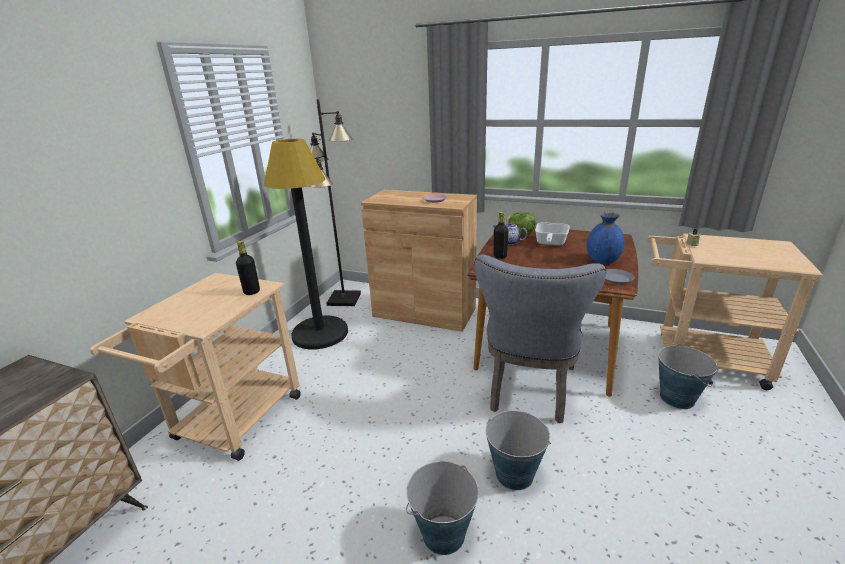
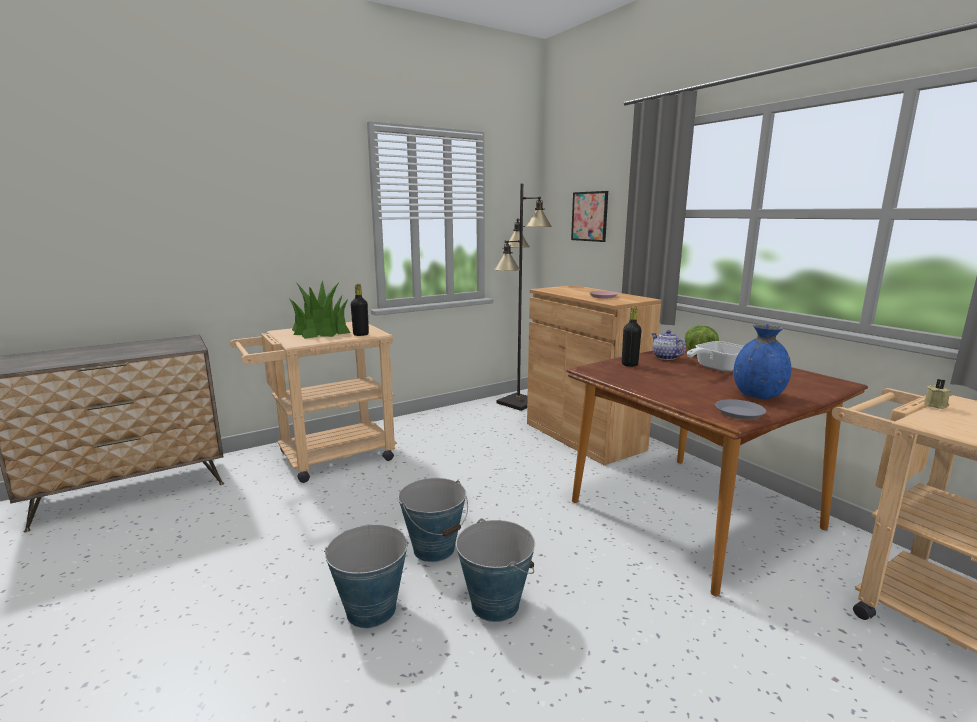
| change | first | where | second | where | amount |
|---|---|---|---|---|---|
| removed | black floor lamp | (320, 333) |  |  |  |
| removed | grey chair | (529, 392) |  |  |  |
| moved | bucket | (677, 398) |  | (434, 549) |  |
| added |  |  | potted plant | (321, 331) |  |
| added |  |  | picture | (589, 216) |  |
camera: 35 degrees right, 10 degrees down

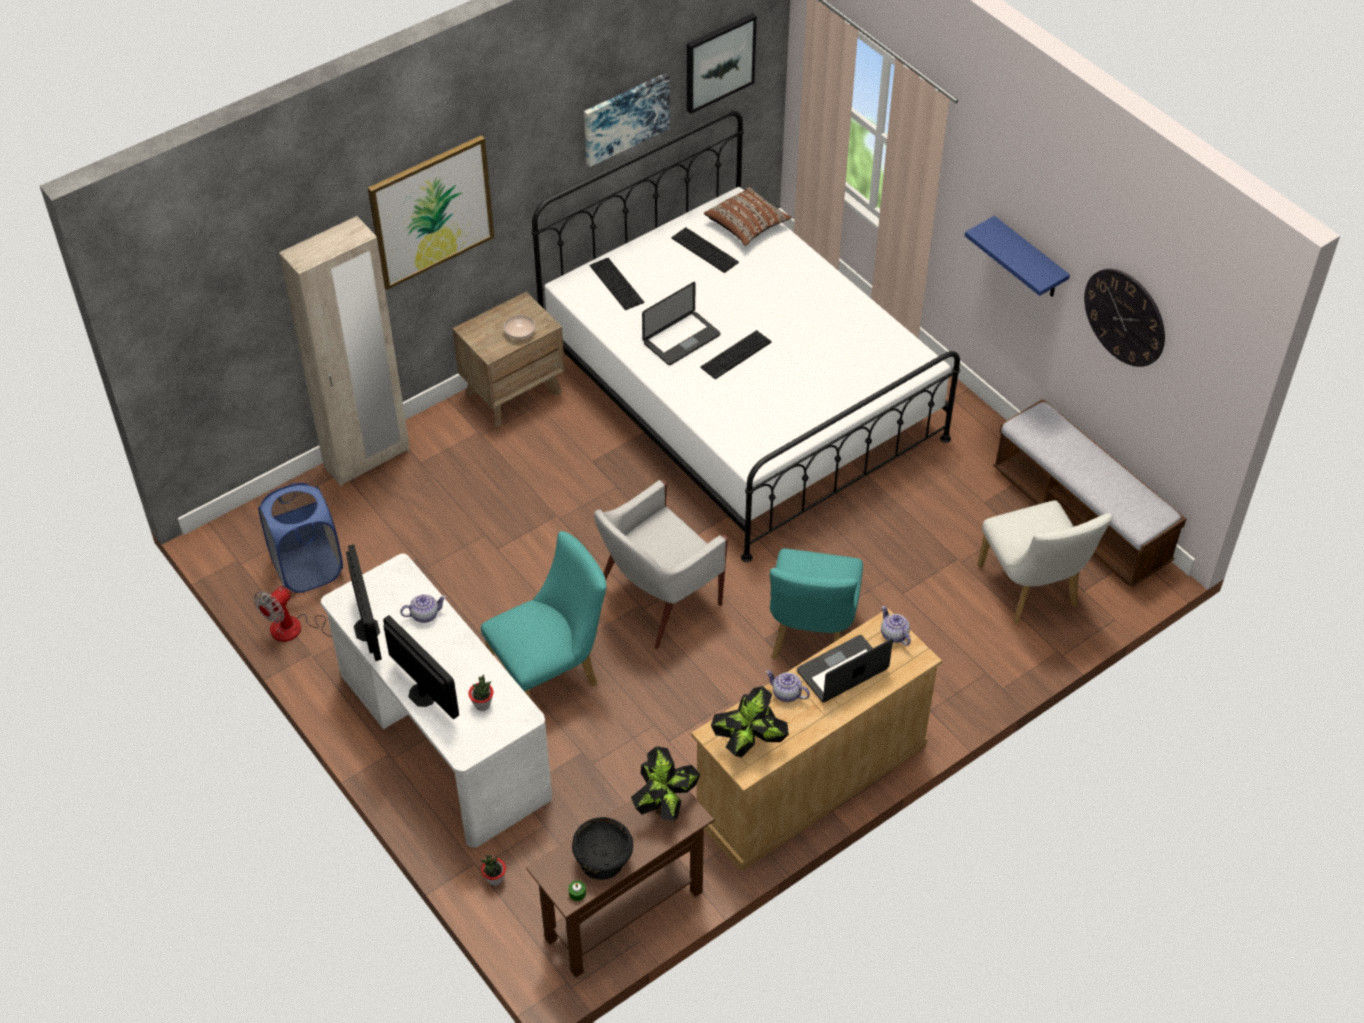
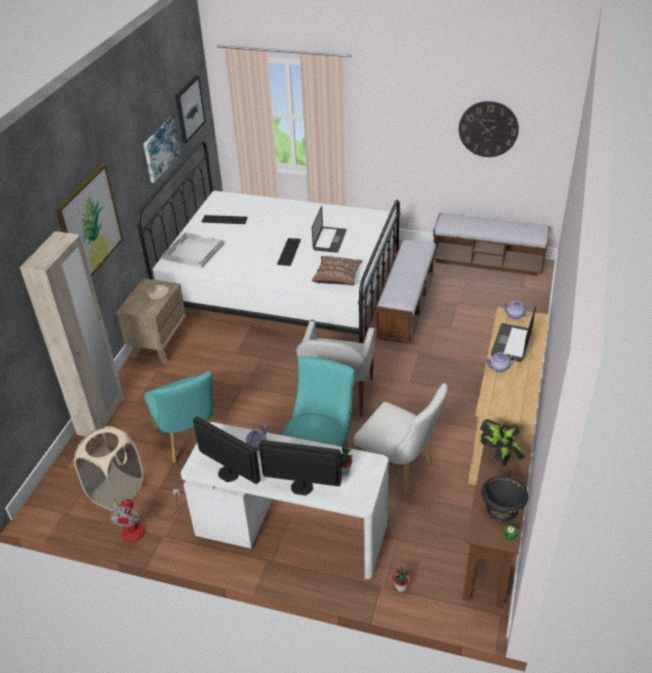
| change | first | where | second | where | amount |
|---|---|---|---|---|---|
| recoloured | blue laundry basket | (308, 568) | beige laundry basket | (116, 491) |  |
| replaced | keyboard | (616, 284) | white tray | (193, 251) |  |
| moved | laptop | (681, 339) |  | (329, 240) |  |
| moved | brown pillow | (747, 225) |  | (337, 278) |  |
| removed | potted plant | (749, 743) |  |  |  |
| moved | turquoise chair | (810, 638) |  | (188, 440) |  |
| removed | blue shelf | (1029, 259) |  |  |  |
| moved | white chair | (1032, 592) |  | (399, 468) |  |
| added |  |  | bench | (406, 307) |  |
camera: 35 degrees left, 10 degrees down

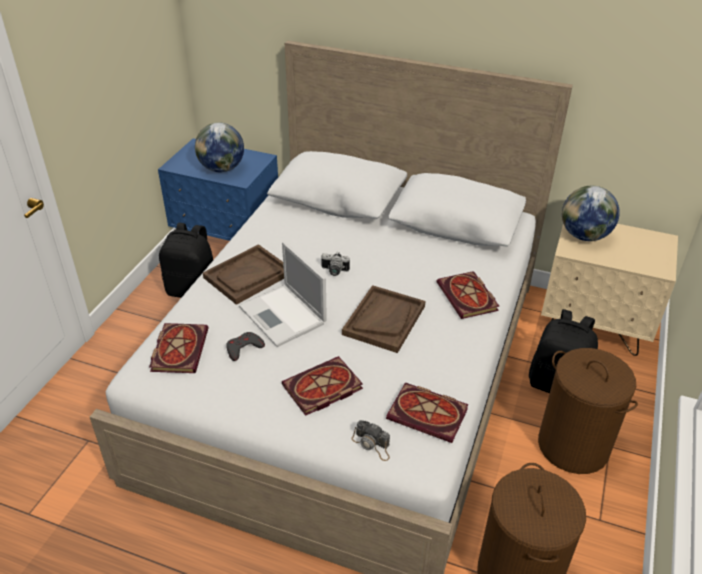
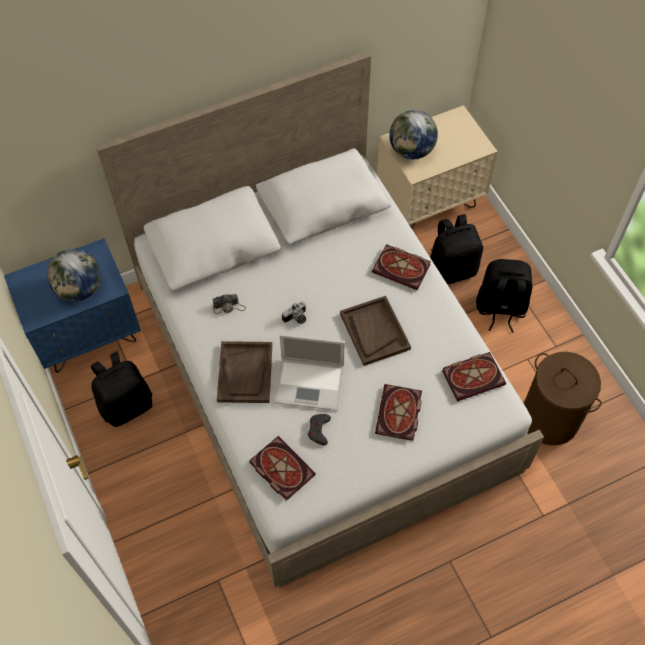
| change | first | where | second | where | amount |
|---|---|---|---|---|---|
| moved | photo camera | (372, 445) |  | (229, 307) |  |
| replaced | brown laundry basket | (572, 445) | black backpack | (500, 308) |  |
camera: 45 degrees left, 20 degrees up

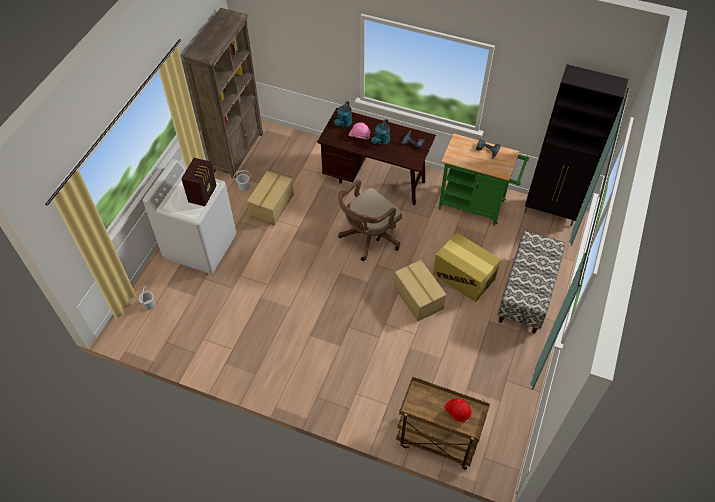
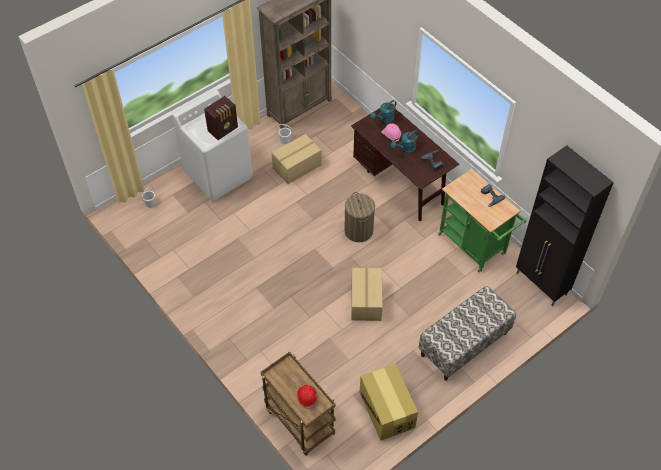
| change | first | where | second | where | amount |
|---|---|---|---|---|---|
| replaced | brown office chair | (368, 238) | laundry basket | (358, 231) |  |
| moved | cardboard box | (464, 277) |  | (387, 410) |  |
camera: 30 degrees right, 0 degrees up

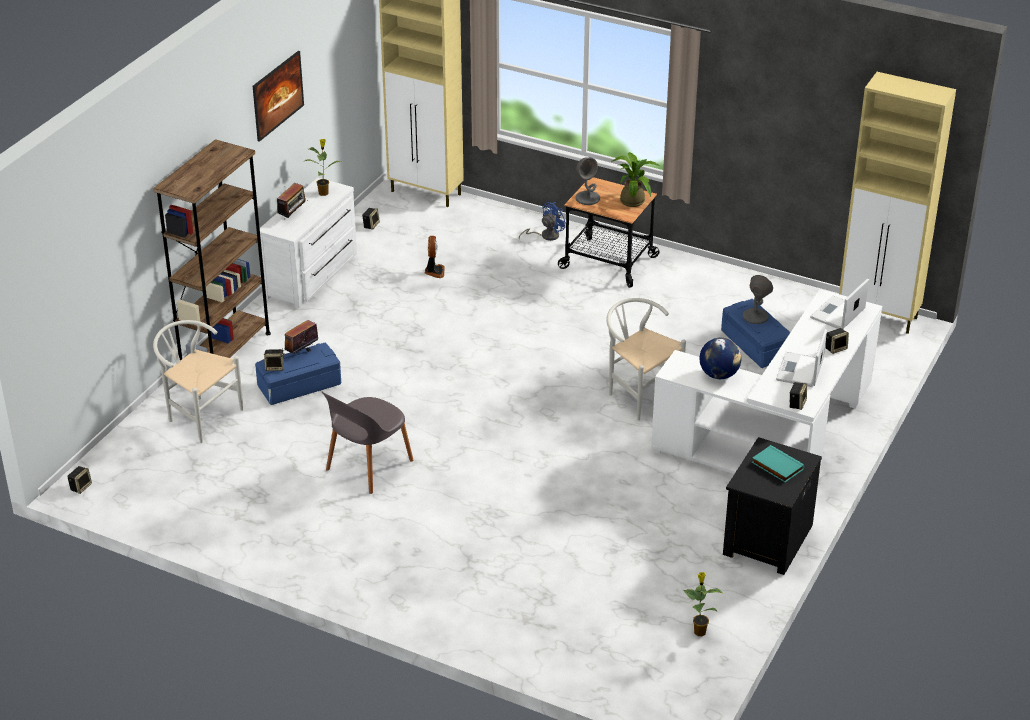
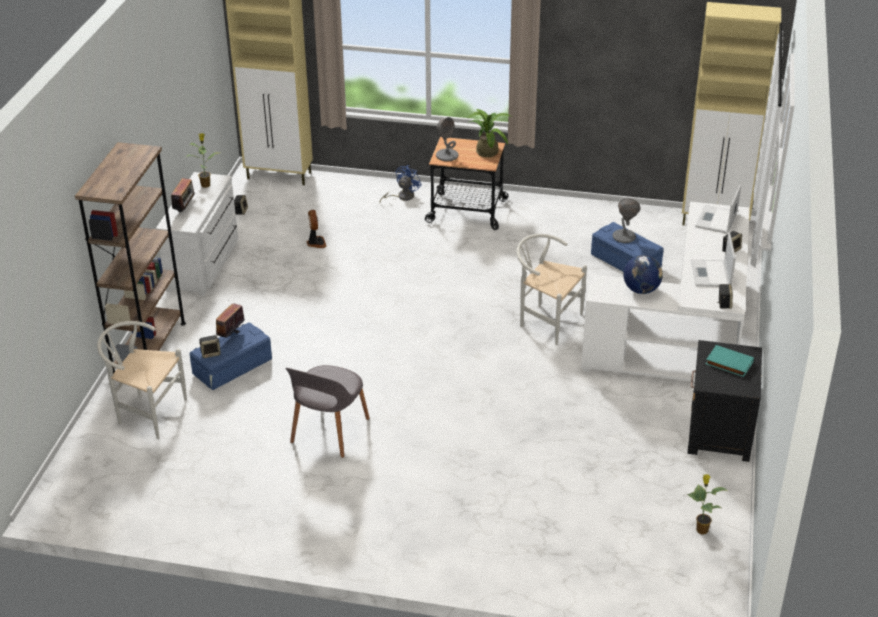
| change | first | where | second | where | amount |
|---|---|---|---|---|---|
| removed | speaker | (81, 487) |  |  |  |
| removed | picture | (279, 109) |  |  |  |
camera: 15 degrees left, 0 degrees up

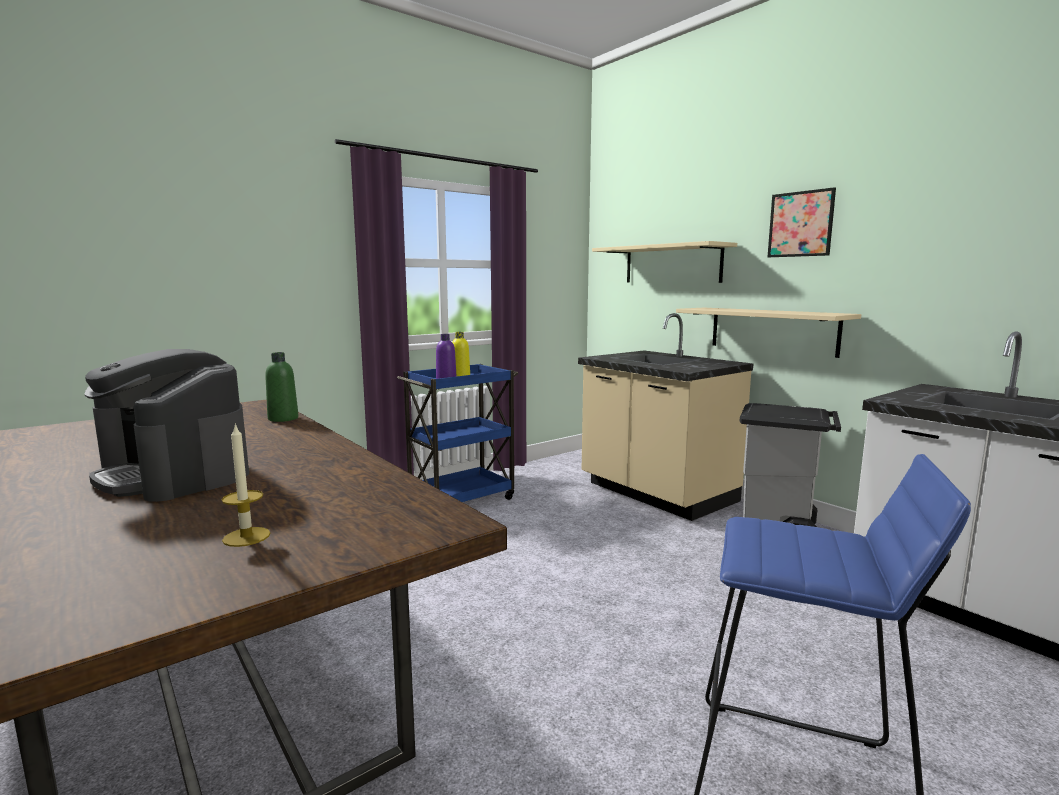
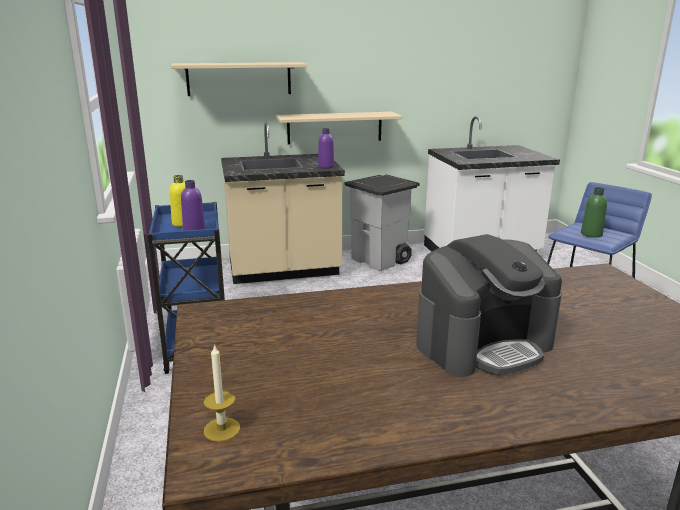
| change | first | where | second | where | amount |
|---|---|---|---|---|---|
| moved | candle | (246, 537) |  | (222, 429) |  |
| moved | green bottle | (283, 418) |  | (591, 234) |  |
| removed | picture | (800, 224) |  |  |  |
| added |  |  | purple bottle | (326, 167) |  |
camera: 65 degrees left, 10 degrees up

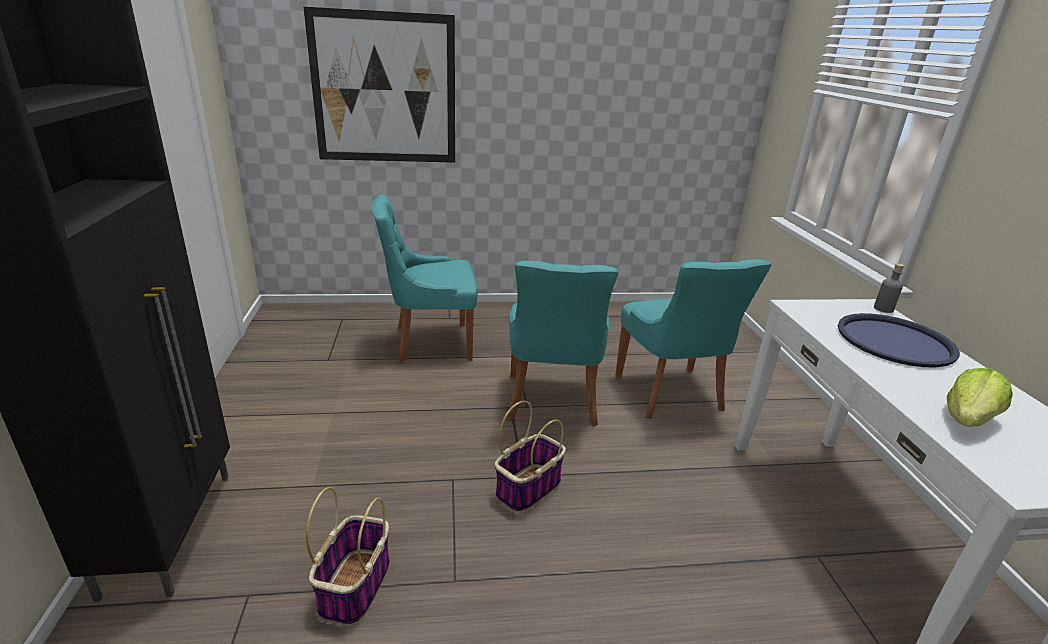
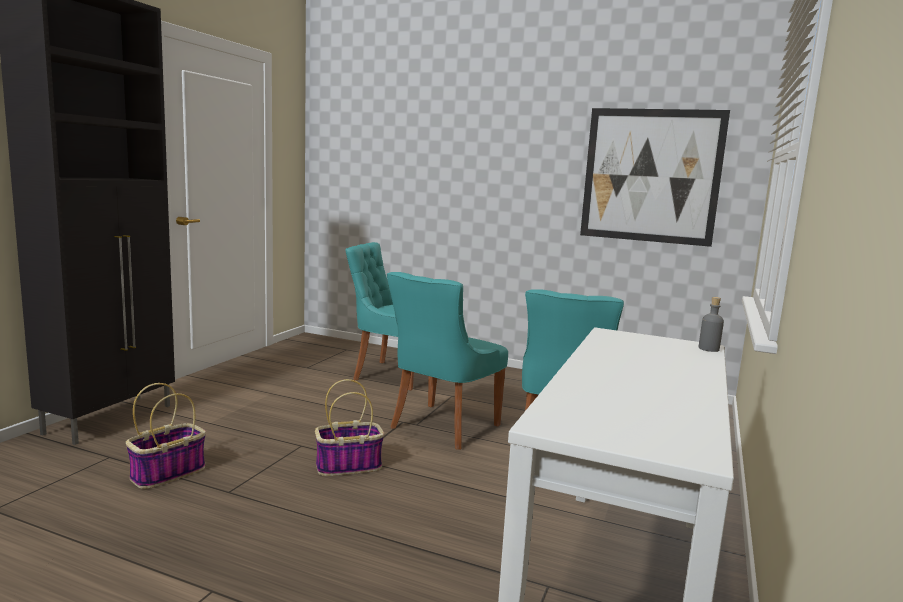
| change | first | where | second | where | amount |
|---|---|---|---|---|---|
| moved | picture | (384, 89) |  | (651, 176) |  |
| removed | blue tray | (894, 341) |  |  |  |
| removed | lettuce | (967, 420) |  |  |  |
camera: 30 degrees right, 15 degrees down

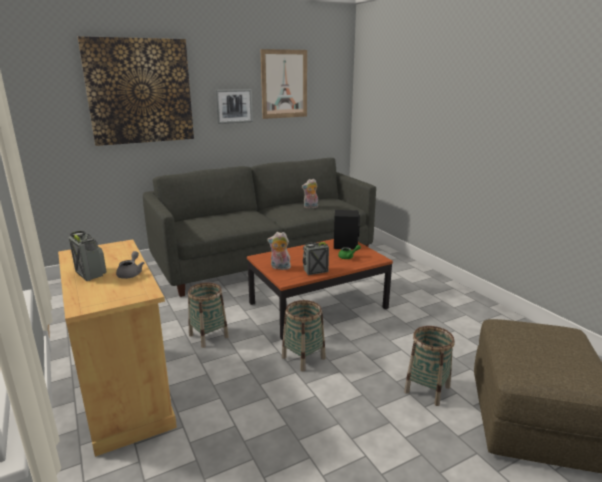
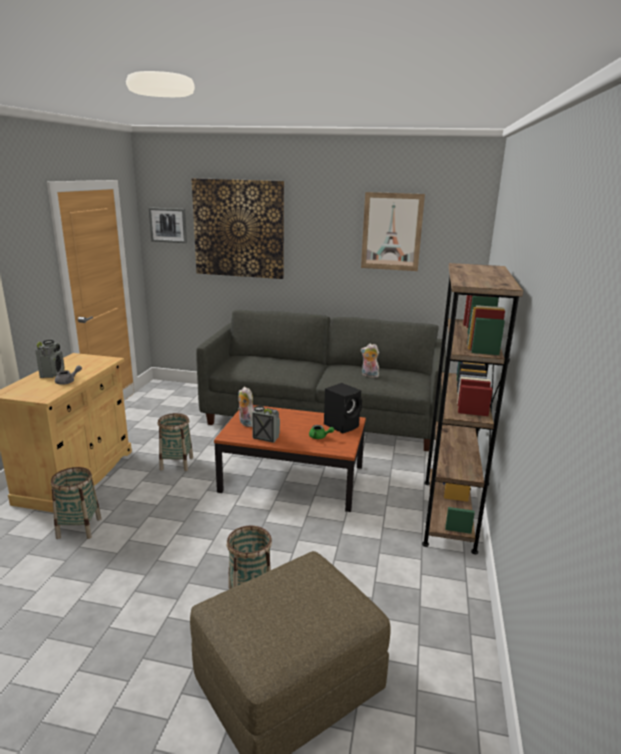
| change | first | where | second | where | amount |
|---|---|---|---|---|---|
| moved | picture | (234, 106) |  | (168, 225) |  |
| moved | basket | (303, 358) |  | (79, 528) |  |
| added |  |  | brown bookcase | (448, 514) |  |
camera: 40 degrees right, 0 degrees up

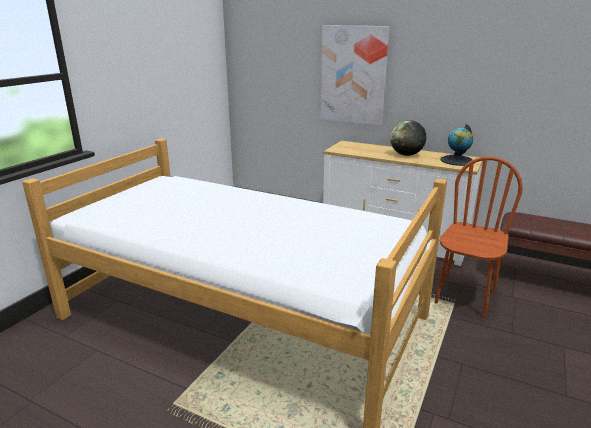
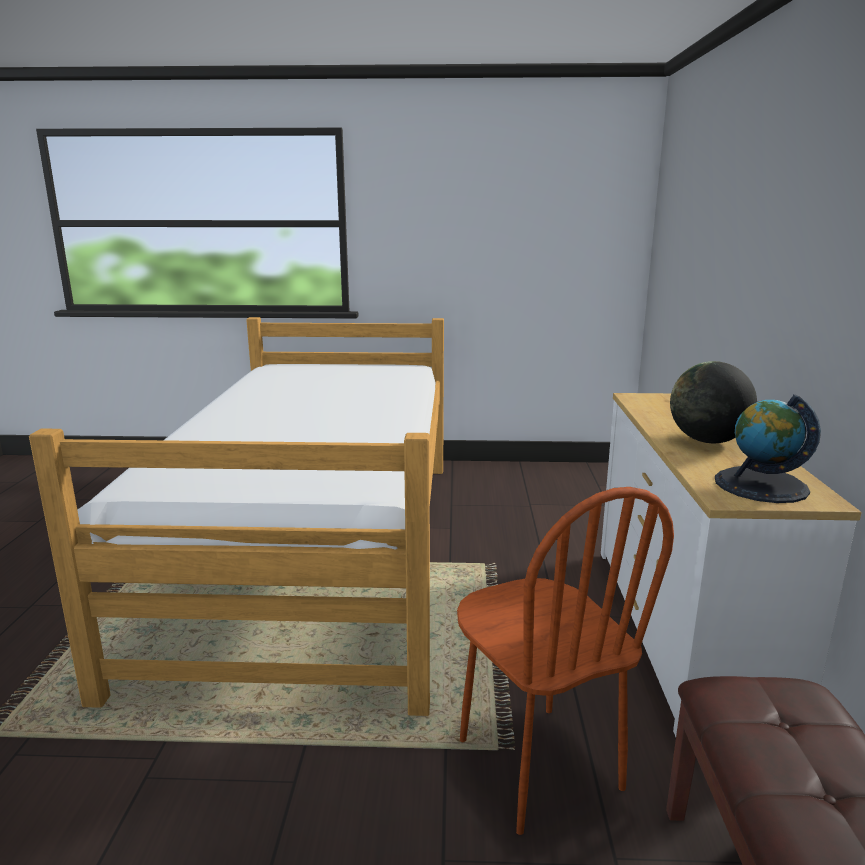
| change | first | where | second | where | amount |
|---|---|---|---|---|---|
| removed | picture | (353, 75) |  |  |  |
| turned | brown chair | (464, 297) |  | (537, 764) | 60 degrees clockwise |
camera: 65 degrees right, 5 degrees down

